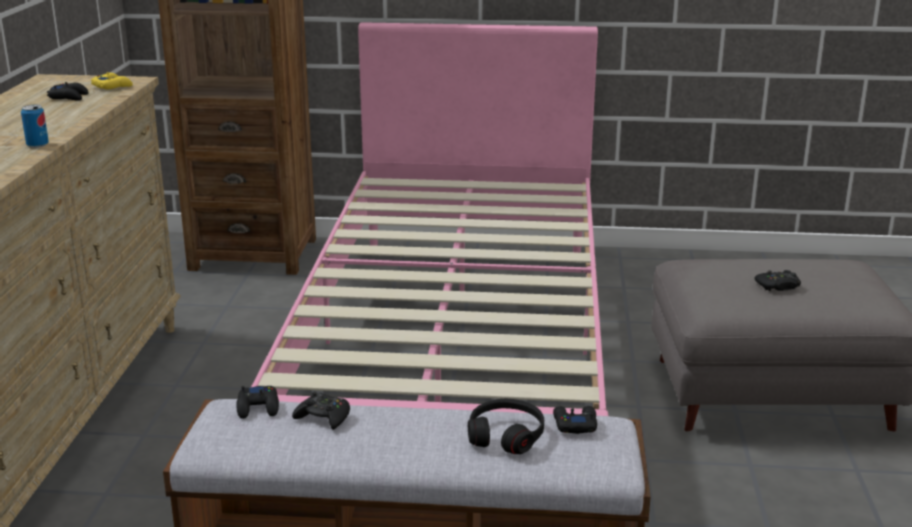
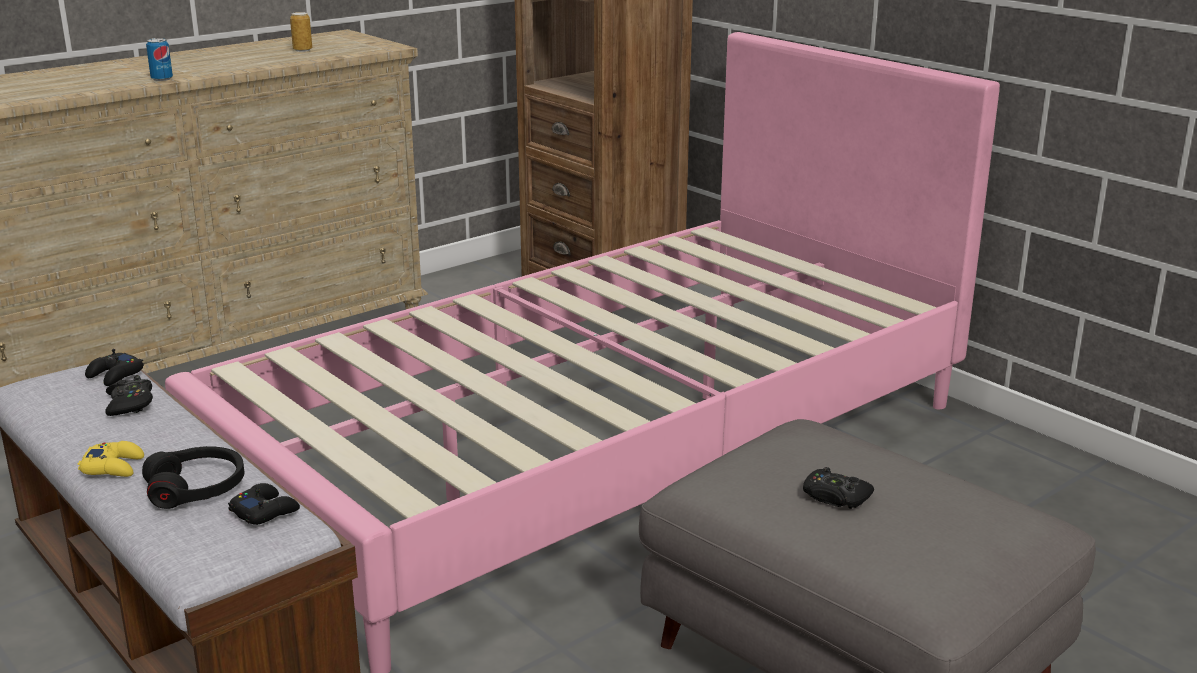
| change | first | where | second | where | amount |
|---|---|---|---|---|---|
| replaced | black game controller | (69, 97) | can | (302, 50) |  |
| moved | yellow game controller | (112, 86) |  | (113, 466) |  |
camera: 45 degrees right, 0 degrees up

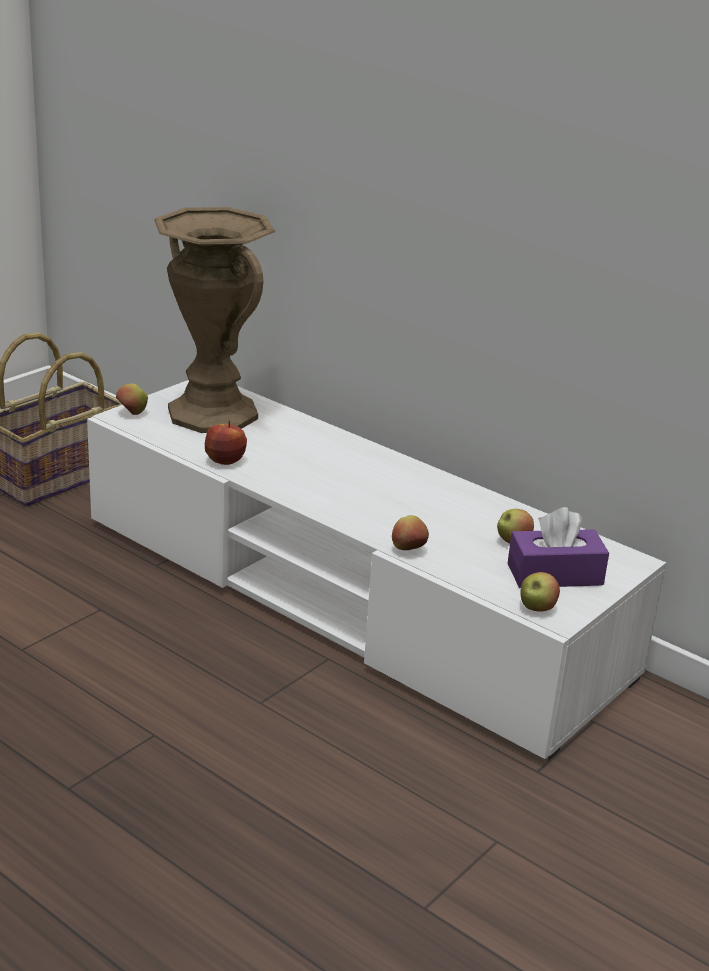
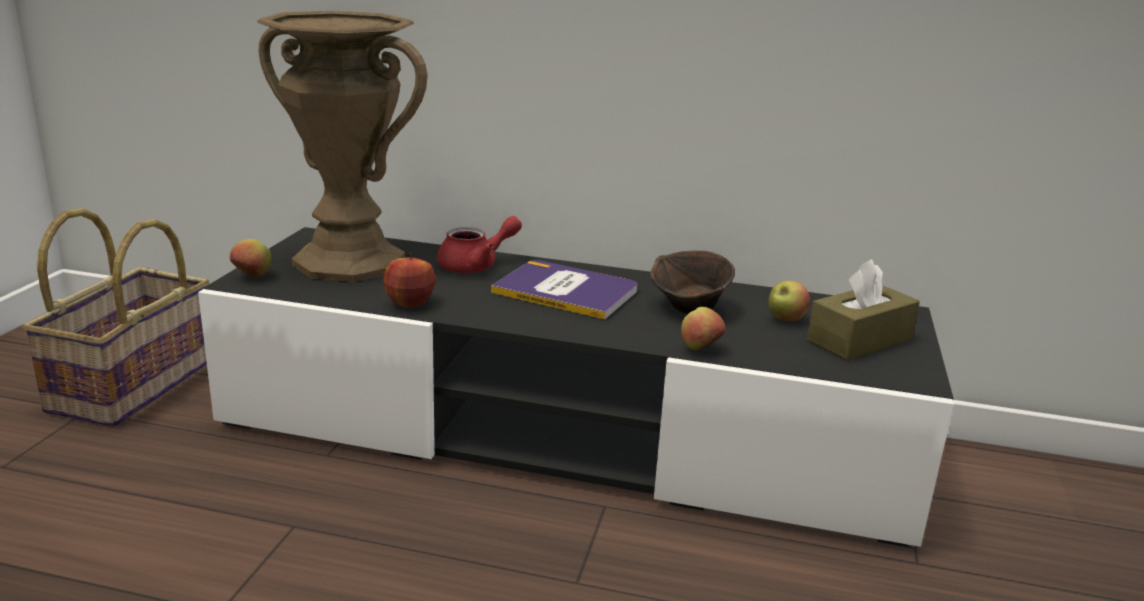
| change | first | where | second | where | amount |
|---|---|---|---|---|---|
| recoloured | white tv stand | (347, 596) | black tv stand | (565, 433) |  |
| recoloured | purple tissue box | (555, 574) | brown tissue box | (859, 340) |  |
| removed | apple | (536, 608) |  |  |  |
| added |  |  | red teapot | (476, 265) |  |
| added |  |  | book | (566, 291) |  |
| added |  |  | brown bowl | (690, 309) |  |
camera: 25 degrees left, 5 degrees down

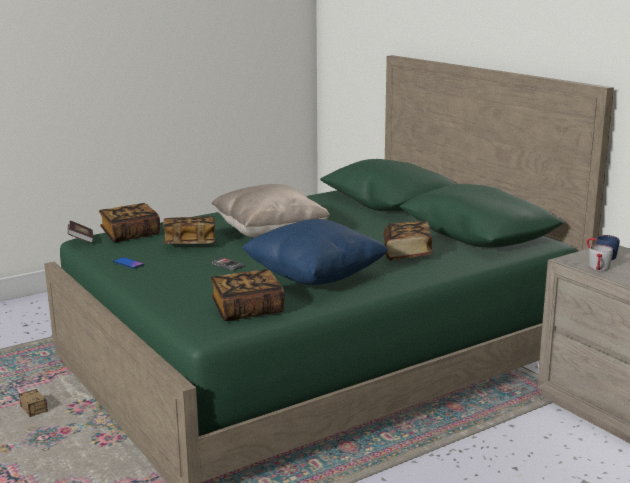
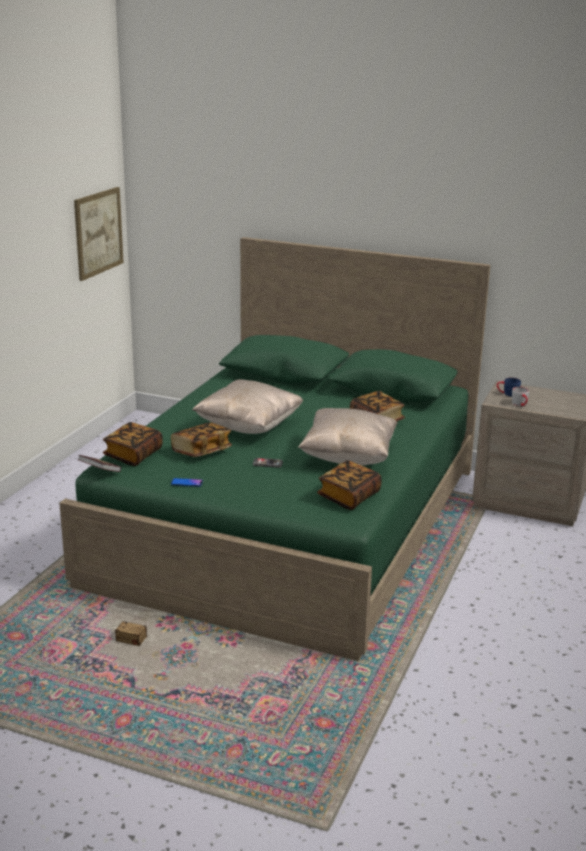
| change | first | where | second | where | amount |
|---|---|---|---|---|---|
| recoloured | blue pillow | (315, 277) | beige pillow | (348, 457) |  |
| added |  |  | picture | (98, 233) |  |
camera: 35 degrees left, 5 degrees up

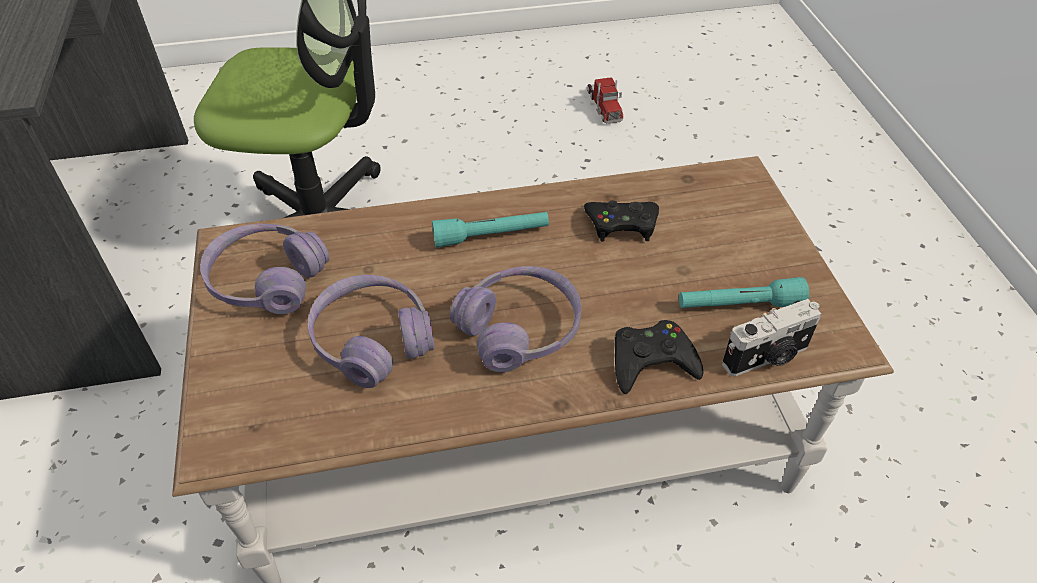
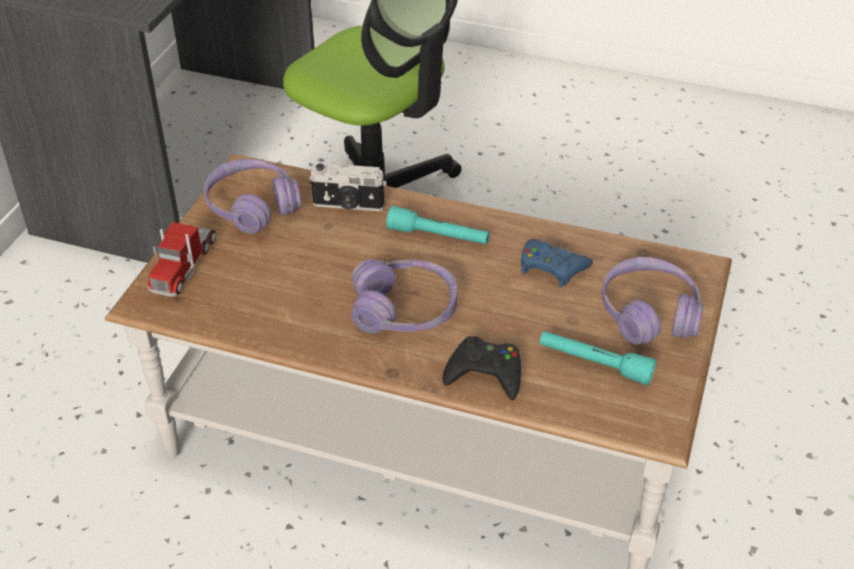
| change | first | where | second | where | amount |
|---|---|---|---|---|---|
| moved | purple headphones | (372, 340) |  | (649, 313) |  |
| recoloured | black game controller | (622, 224) | blue game controller | (552, 267) |  |
| moved | toy truck | (604, 106) |  | (184, 265) |  |
| moved | photo camera | (767, 357) |  | (348, 205) |  |
camera: 30 degrees right, 5 degrees down

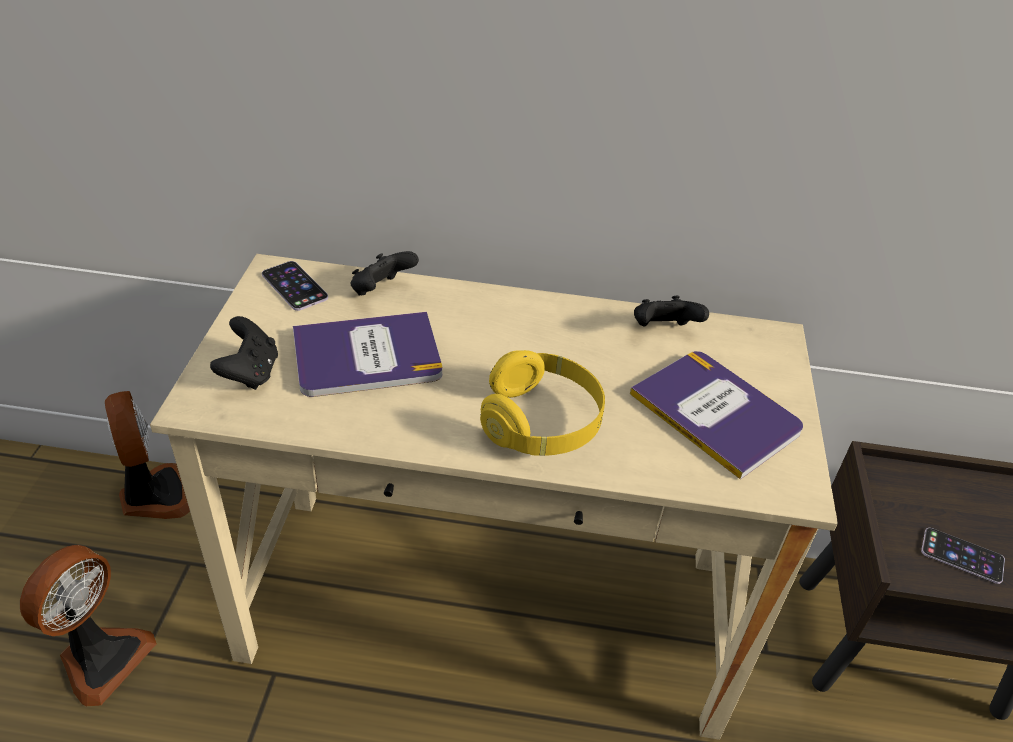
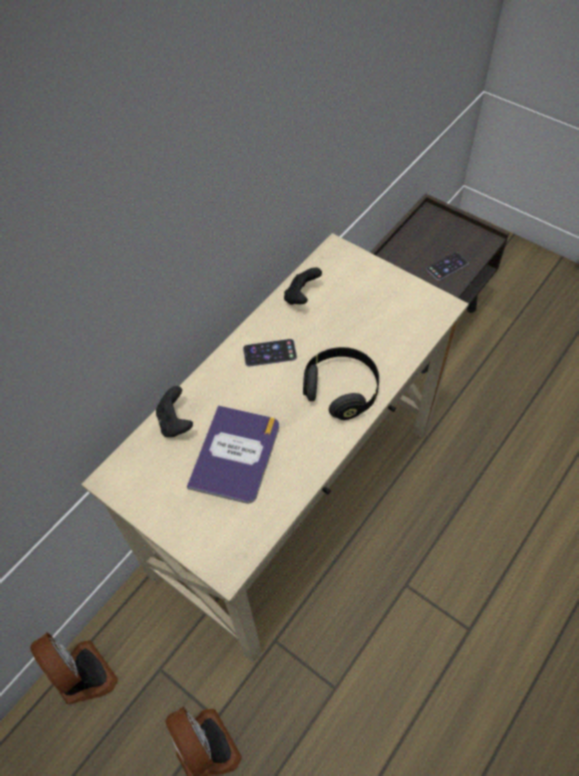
| change | first | where | second | where | amount |
|---|---|---|---|---|---|
| turned | fan | (154, 495) |  | (82, 677) | 45 degrees clockwise |
| removed | black game controller | (250, 373) |  |  |  |
| moved | phone | (294, 286) |  | (270, 353) |  |
| recoloured | yellow headphones | (541, 422) | black headphones | (341, 390) |  |
| removed | book | (716, 412) |  |  |  |
camera: 55 degrees left, 15 degrees up

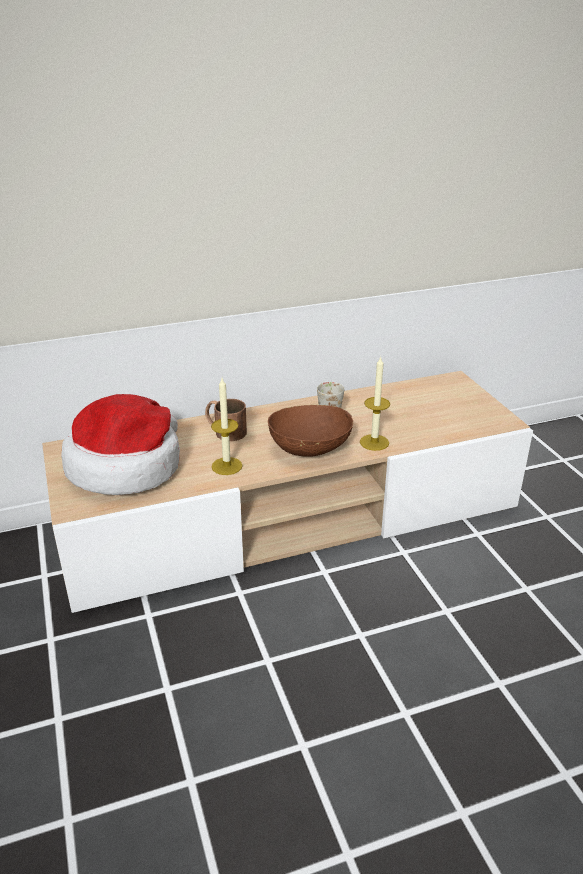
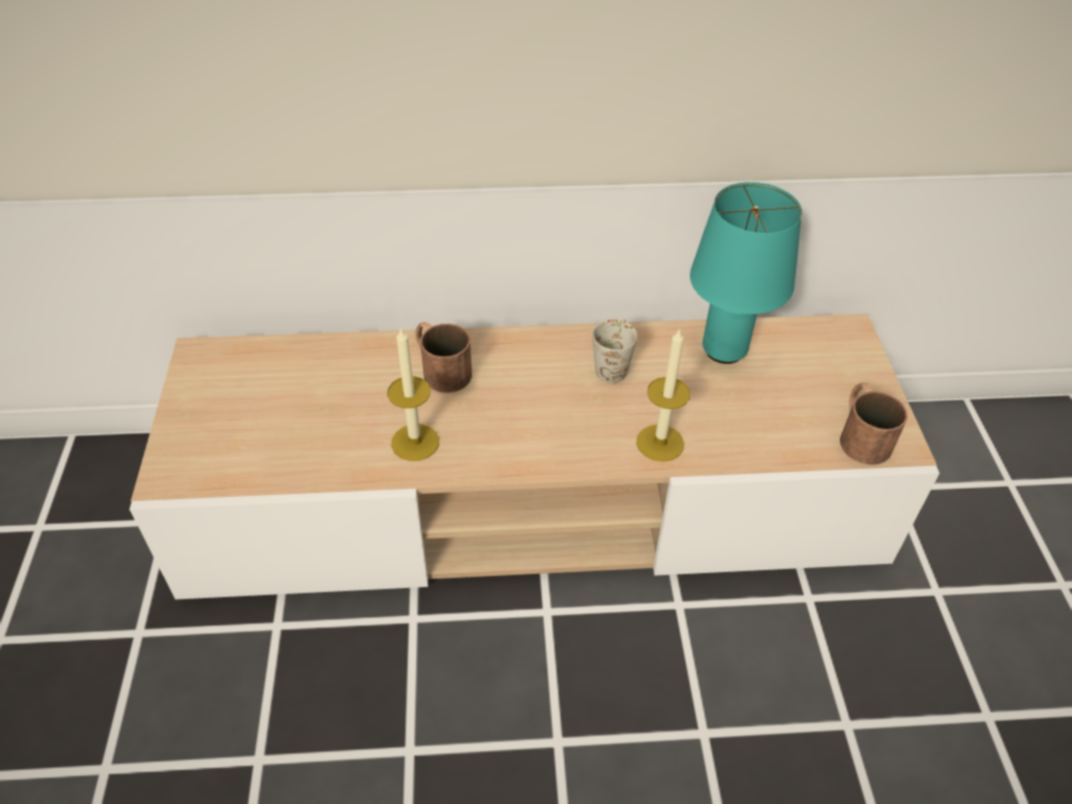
| change | first | where | second | where | amount |
|---|---|---|---|---|---|
| removed | hat | (126, 466) |  |  |  |
| removed | brown bowl | (310, 448) |  |  |  |
| added |  |  | turquoise table lamp | (724, 349) |  |
| added |  |  | brown mug | (861, 434) |  |
camera: 15 degrees right, 15 degrees up

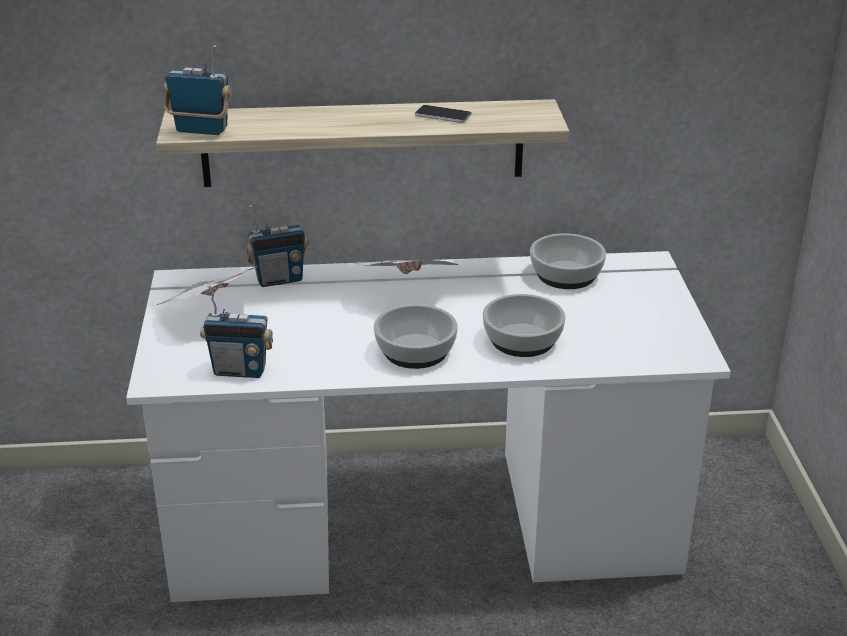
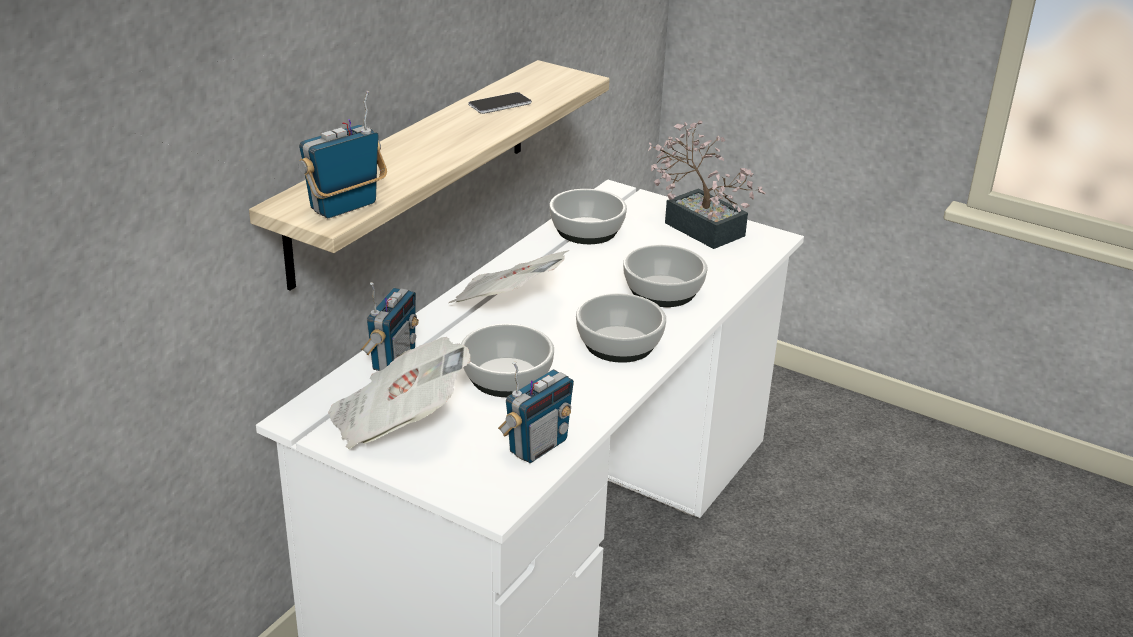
| change | first | where | second | where | amount |
|---|---|---|---|---|---|
| added |  |  | bowl | (507, 377) |  |
| added |  |  | potted plant | (698, 225) |  |
camera: 55 degrees left, 0 degrees up

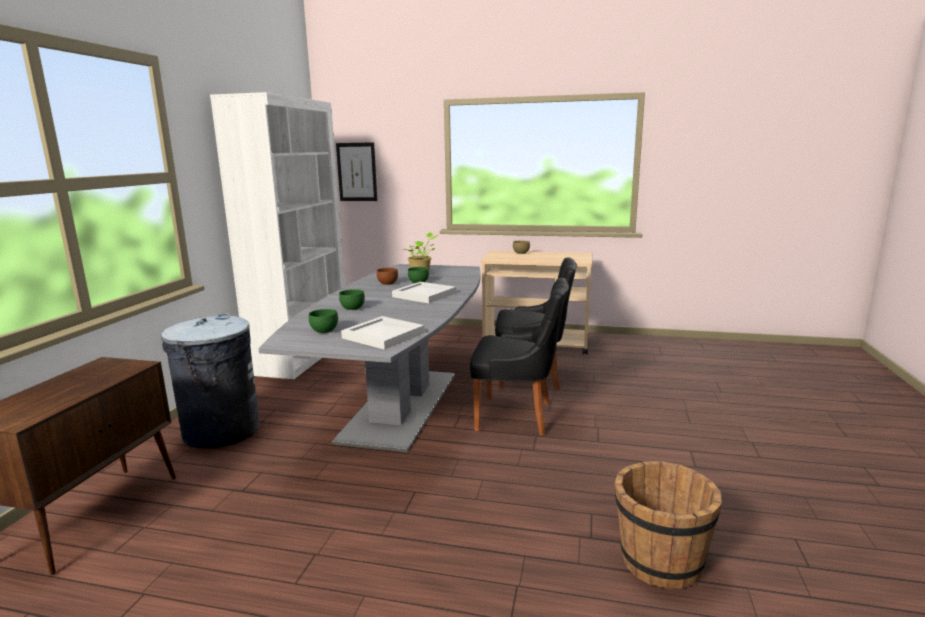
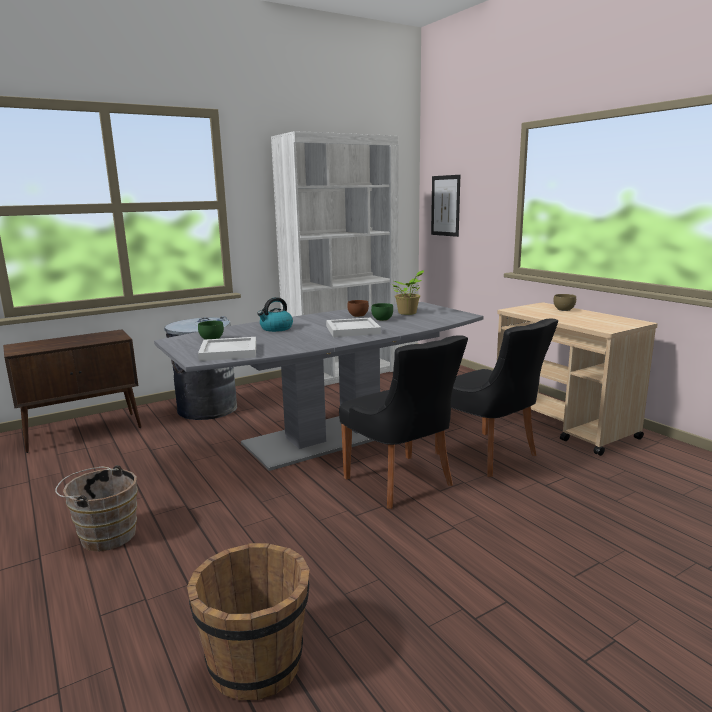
| change | first | where | second | where | amount |
|---|---|---|---|---|---|
| replaced | green bowl | (353, 308) | kettle | (276, 328) |  |
| added |  |  | brown bucket | (105, 535) |  |
camera: 45 degrees right, 0 degrees up

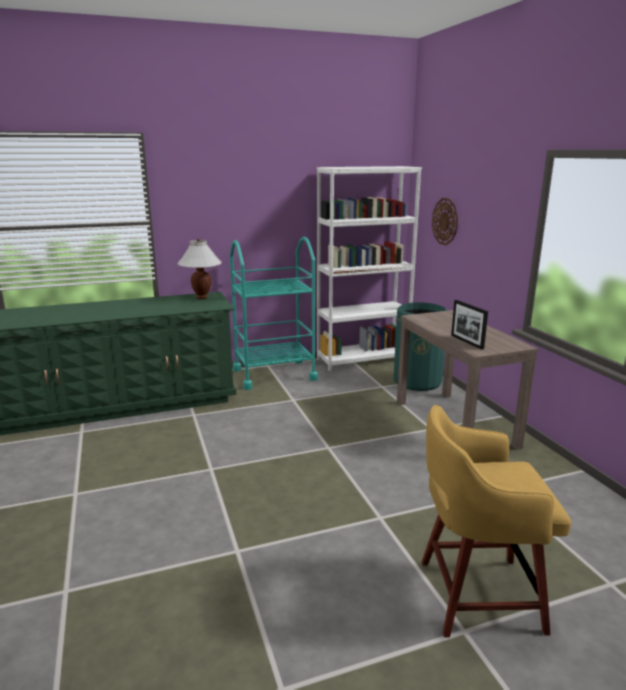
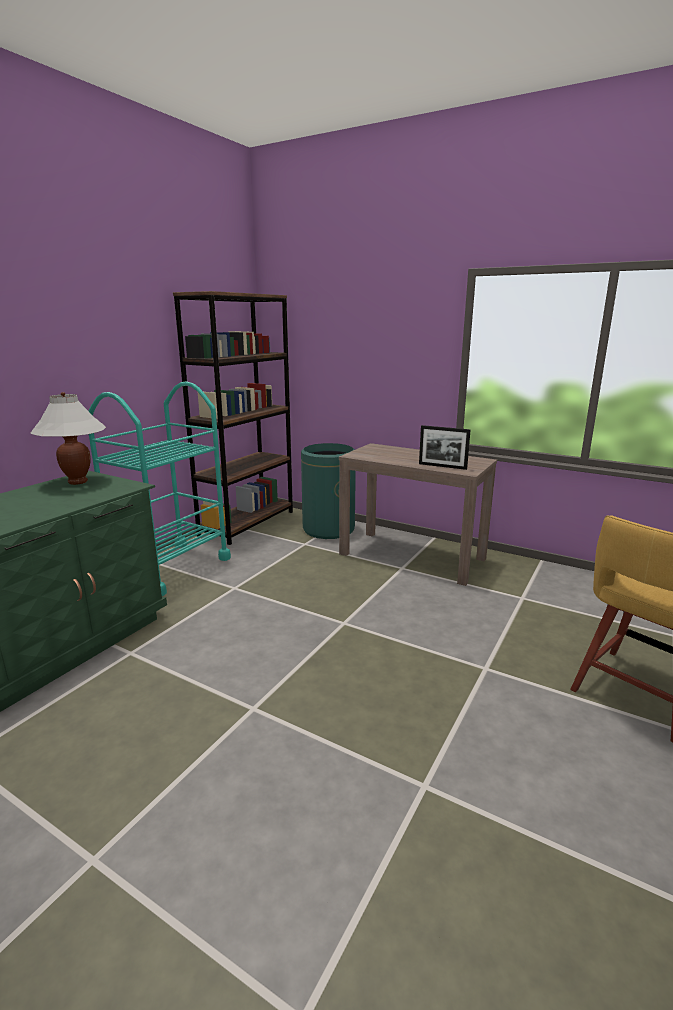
| change | first | where | second | where | amount |
|---|---|---|---|---|---|
| recoloured | white bookcase | (363, 359) | brown bookcase | (247, 523) |  |
| removed | wall clock | (445, 221) |  |  |  |
camera: 40 degrees left, 0 degrees up

